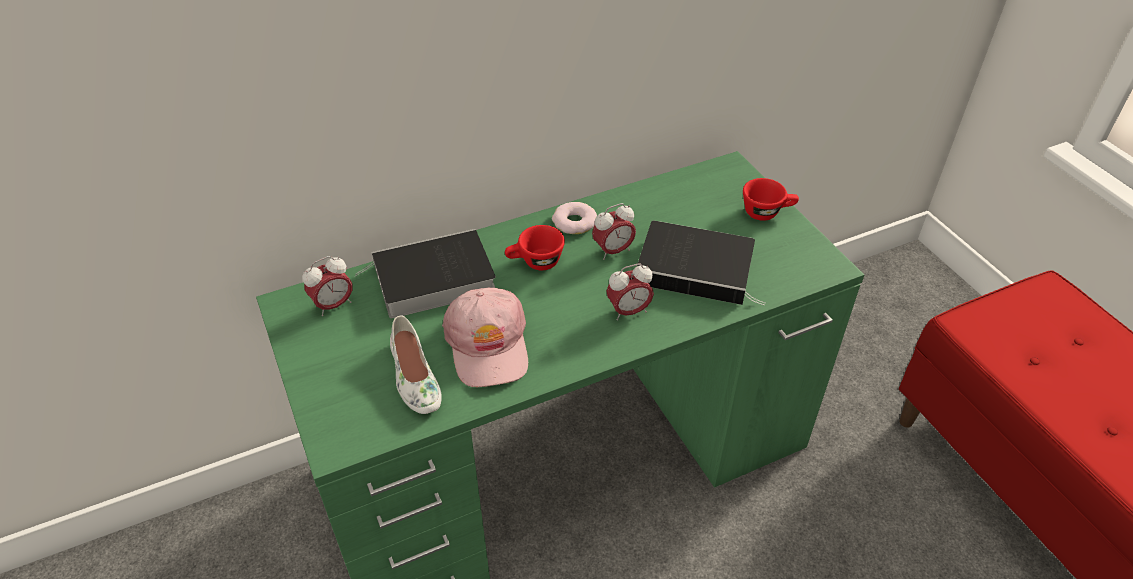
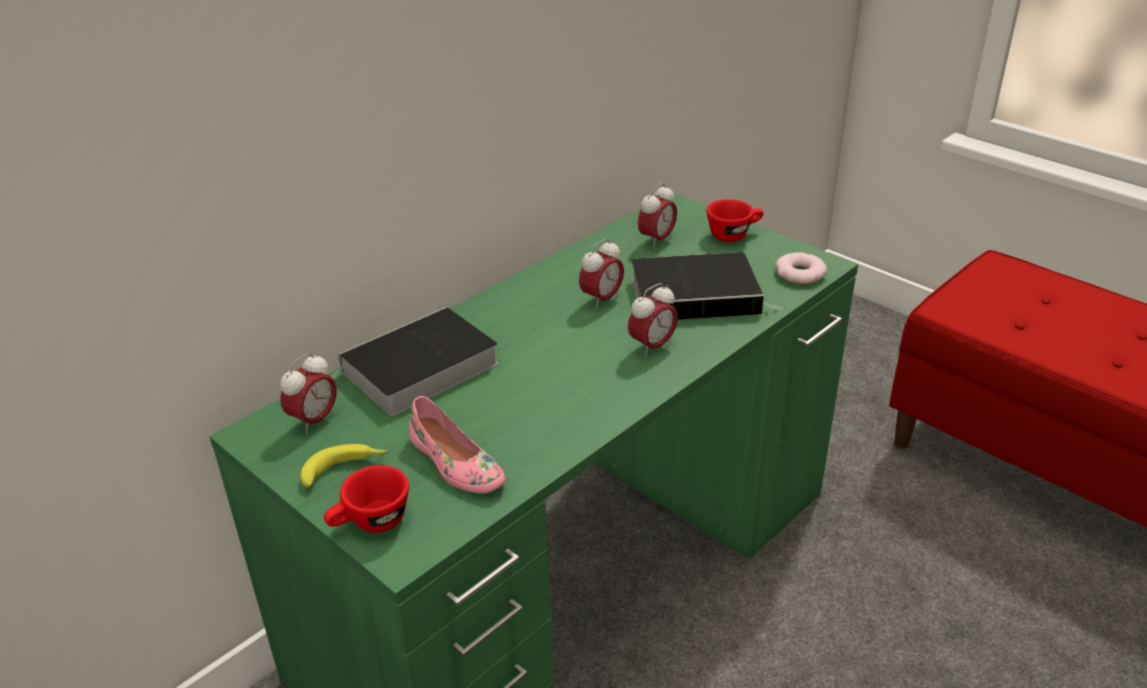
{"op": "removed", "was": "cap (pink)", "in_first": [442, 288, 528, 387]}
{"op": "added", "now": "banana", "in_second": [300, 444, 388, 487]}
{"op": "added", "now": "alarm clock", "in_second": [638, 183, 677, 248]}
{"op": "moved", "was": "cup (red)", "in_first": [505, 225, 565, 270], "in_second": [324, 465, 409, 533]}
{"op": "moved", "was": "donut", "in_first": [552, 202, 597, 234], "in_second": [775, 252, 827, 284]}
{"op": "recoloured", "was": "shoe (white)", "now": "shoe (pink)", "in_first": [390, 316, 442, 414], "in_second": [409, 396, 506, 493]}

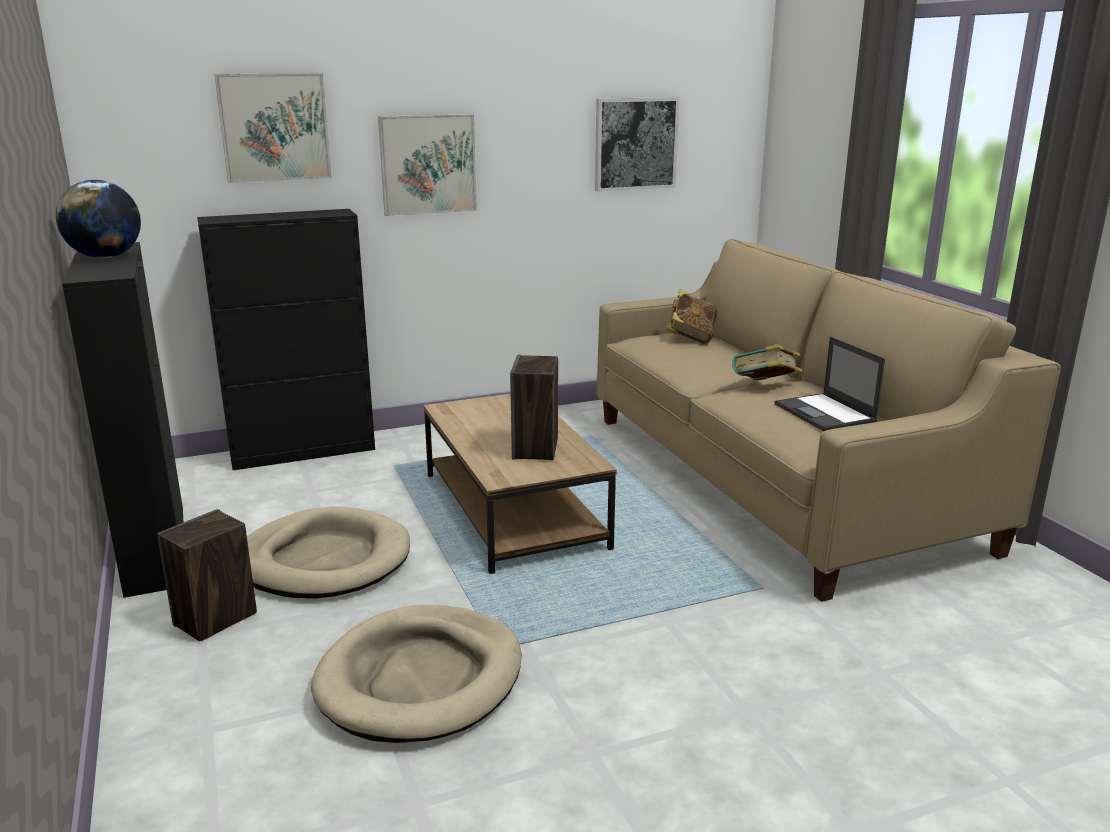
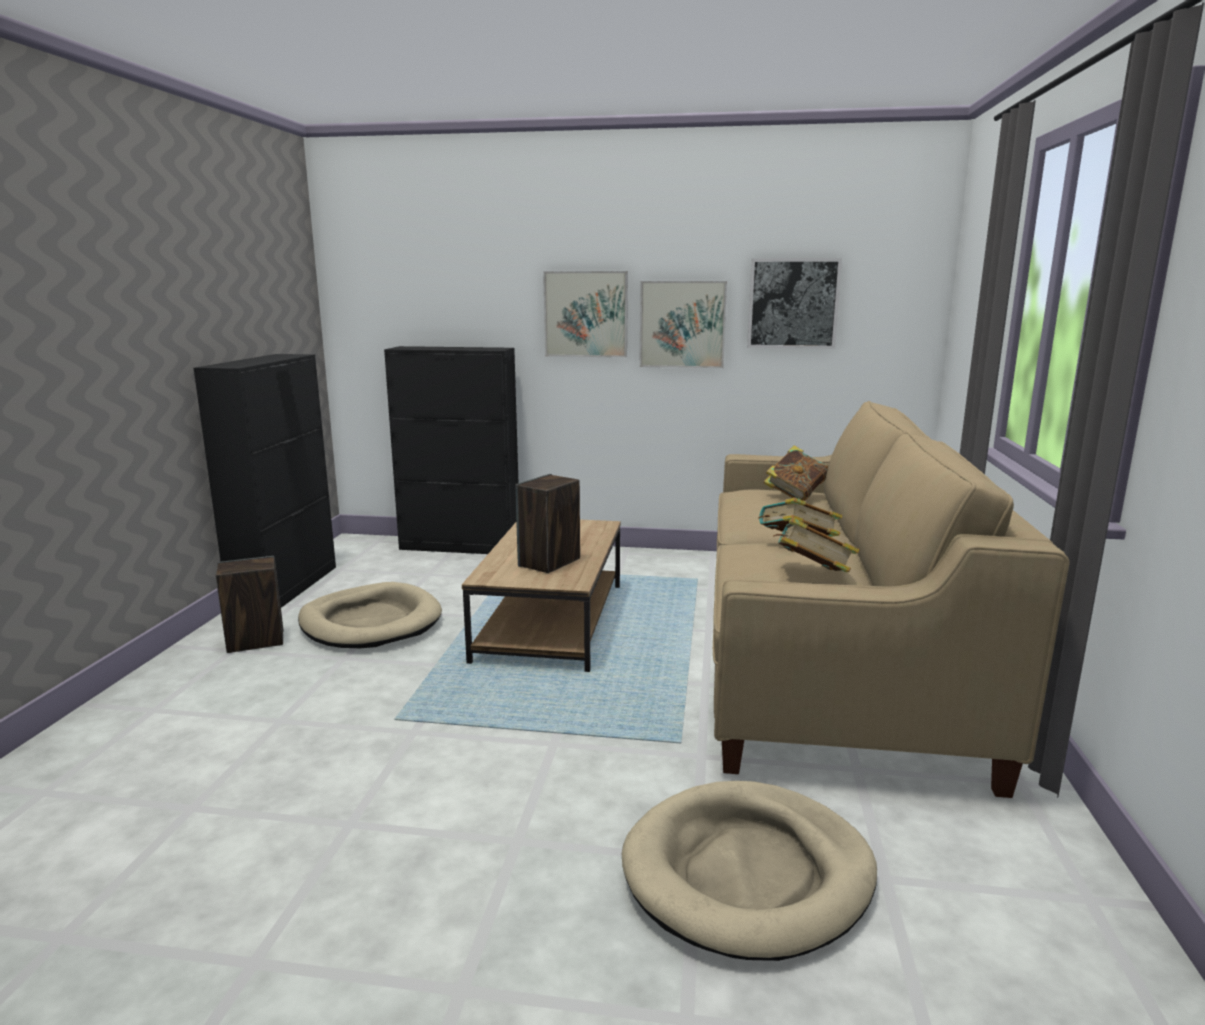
{"op": "removed", "was": "globe", "in_first": [56, 180, 141, 258]}
{"op": "moved", "was": "picture", "in_first": [214, 73, 332, 183], "in_second": [639, 281, 727, 368]}
{"op": "moved", "was": "dog bed (beige)", "in_first": [311, 605, 521, 743], "in_second": [622, 781, 877, 961]}
{"op": "replaced", "was": "laptop", "now": "book", "in_first": [775, 336, 885, 431], "in_second": [773, 518, 860, 572]}

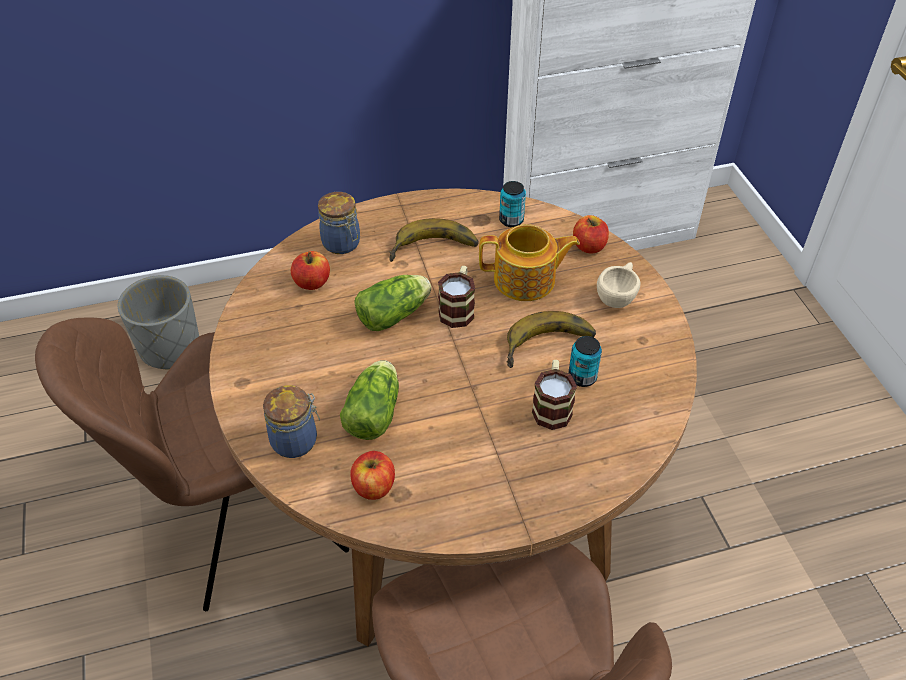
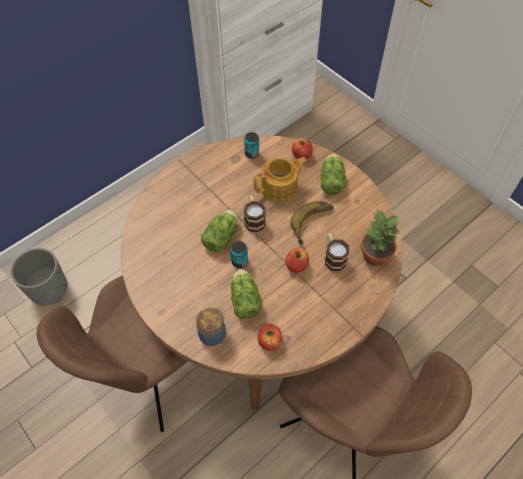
{"op": "removed", "was": "jar", "in_first": [318, 192, 360, 254]}
{"op": "removed", "was": "banana", "in_first": [389, 218, 479, 262]}
{"op": "added", "now": "potted plant", "in_second": [361, 209, 400, 266]}
{"op": "moved", "was": "apple", "in_first": [291, 251, 330, 290], "in_second": [285, 248, 309, 273]}
{"op": "moved", "was": "can", "in_first": [568, 336, 602, 387], "in_second": [230, 241, 248, 268]}
{"op": "replaced", "was": "cup (beige)", "now": "lettuce", "in_first": [597, 262, 641, 308], "in_second": [321, 154, 347, 195]}

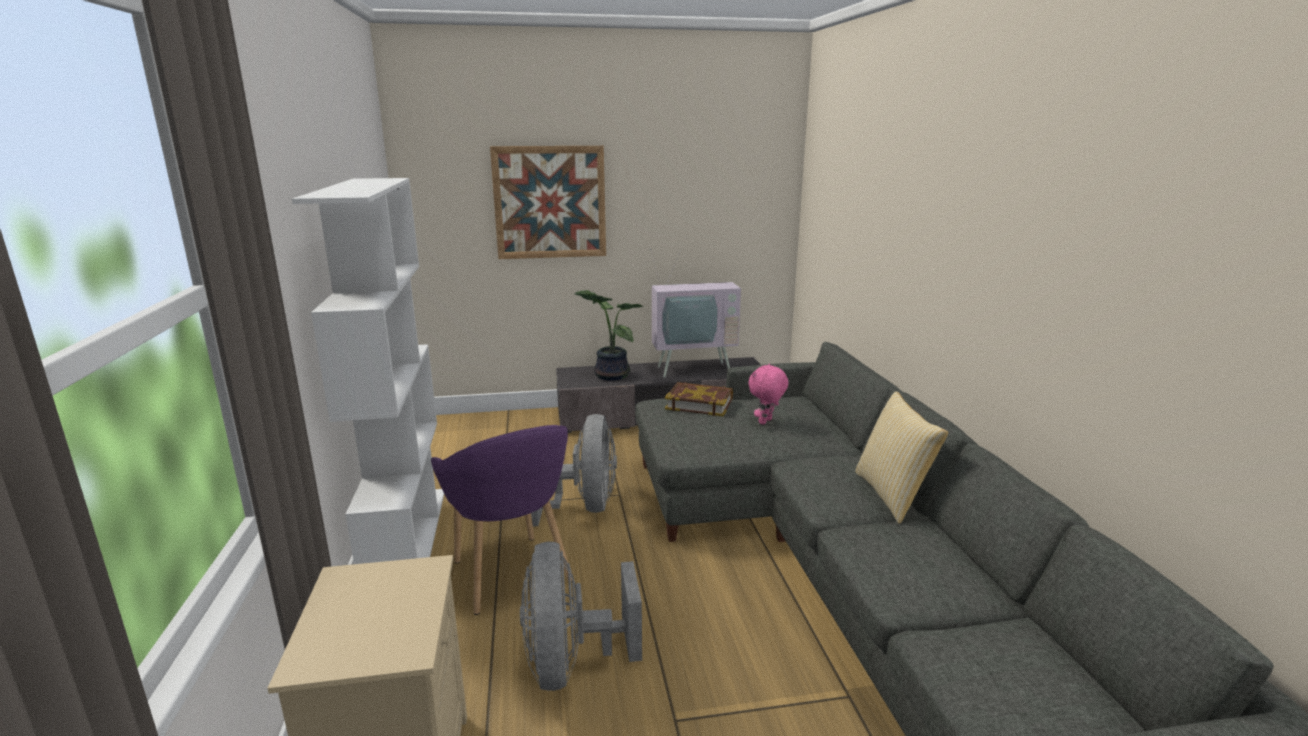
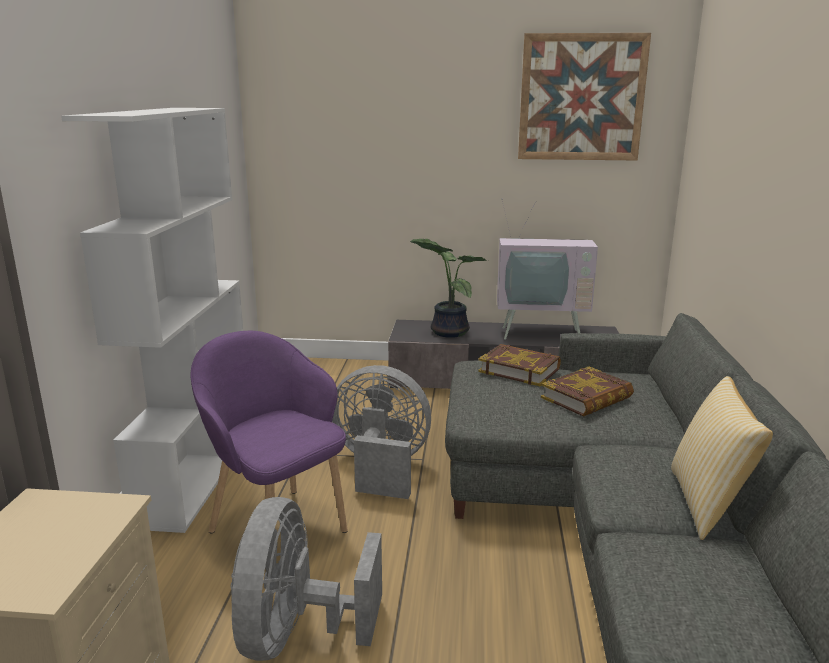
{"op": "moved", "was": "picture", "in_first": [490, 146, 606, 259], "in_second": [518, 33, 651, 161]}
{"op": "replaced", "was": "plush toy (pink)", "now": "book", "in_first": [749, 364, 788, 425], "in_second": [541, 367, 634, 417]}
{"op": "turned", "was": "armchair (purple)", "in_first": [431, 425, 572, 615], "in_second": [190, 331, 348, 533], "clockwise": 150}
{"op": "turned", "was": "fan (grey)", "in_first": [531, 414, 617, 526], "in_second": [332, 365, 431, 499], "clockwise": -90}

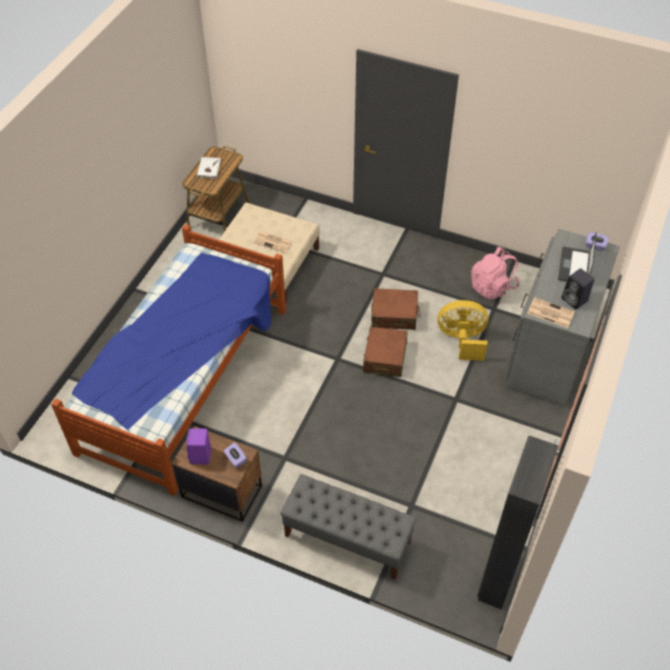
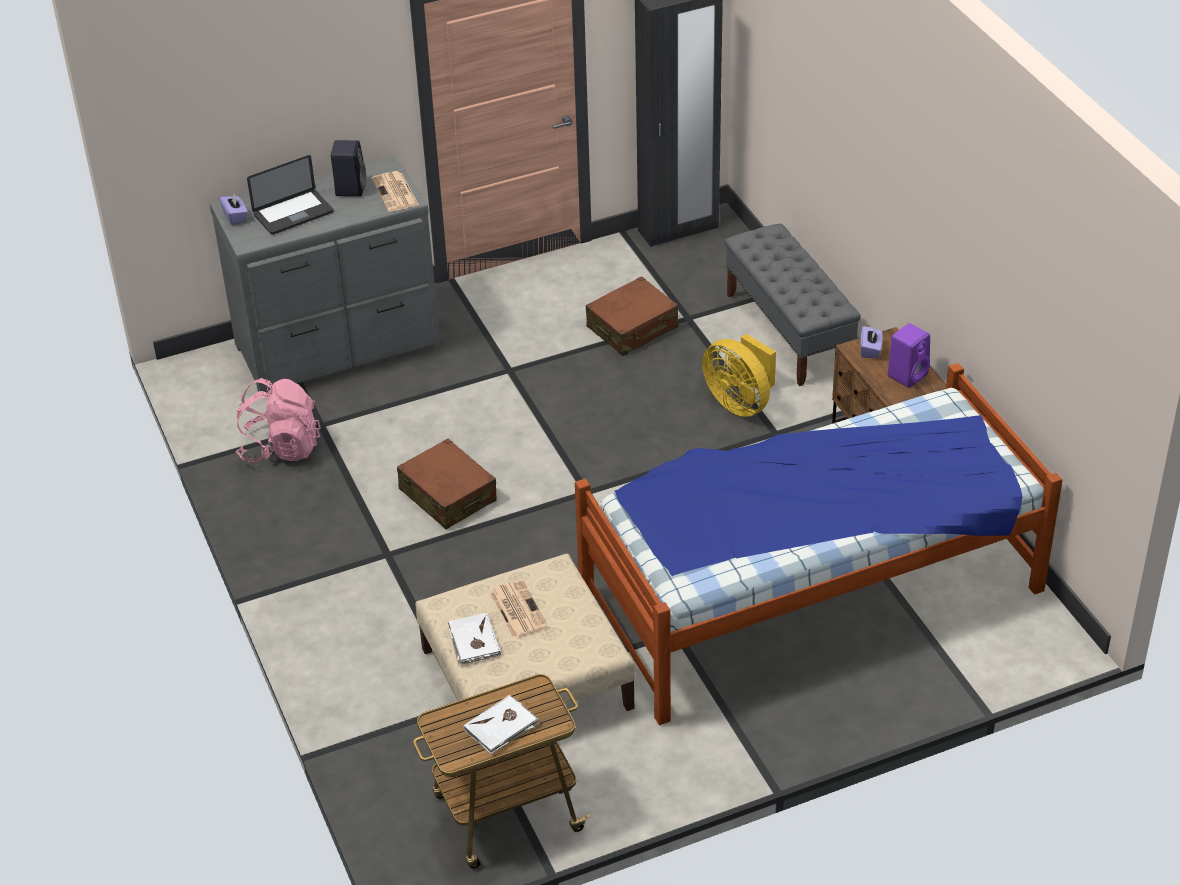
{"op": "added", "now": "book (white)", "in_second": [448, 613, 501, 665]}
{"op": "moved", "was": "suitcase (brown)", "in_first": [363, 327, 408, 377], "in_second": [586, 276, 679, 356]}
{"op": "moved", "was": "fan (yellow)", "in_first": [437, 300, 488, 361], "in_second": [702, 334, 776, 417]}

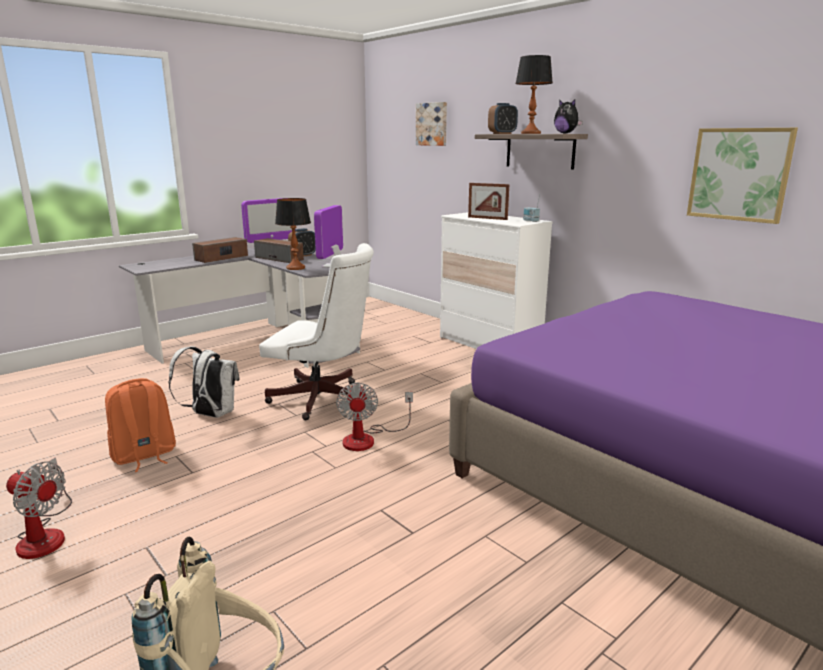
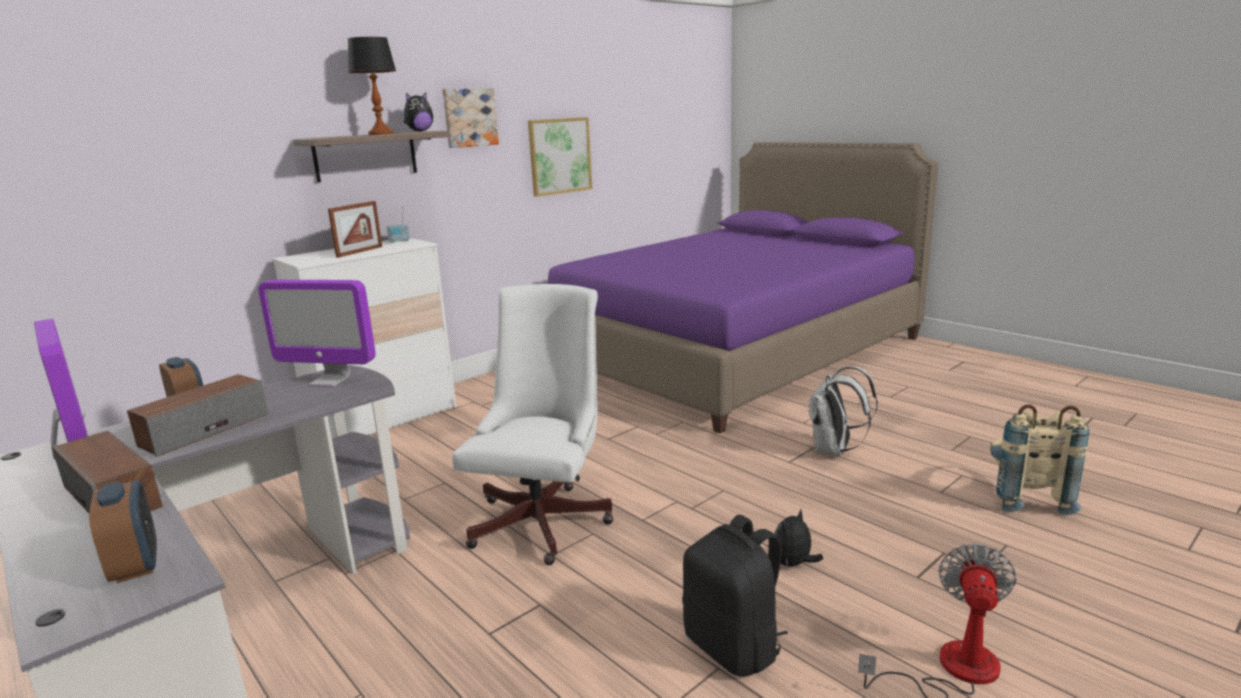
{"op": "removed", "was": "table lamp", "in_first": [275, 198, 311, 270]}
{"op": "removed", "was": "fan", "in_first": [336, 383, 413, 451]}
{"op": "added", "now": "plush toy", "in_second": [774, 509, 823, 568]}
{"op": "moved", "was": "backpack (white)", "in_first": [168, 346, 240, 418], "in_second": [808, 366, 878, 456]}
{"op": "moved", "was": "picture", "in_first": [416, 102, 447, 146], "in_second": [442, 88, 499, 148]}
{"op": "moved", "was": "alarm clock", "in_first": [488, 103, 518, 134], "in_second": [89, 480, 157, 583]}
{"op": "recoloured", "was": "backpack (orange)", "now": "backpack (black)", "in_first": [105, 378, 176, 472], "in_second": [682, 515, 788, 676]}

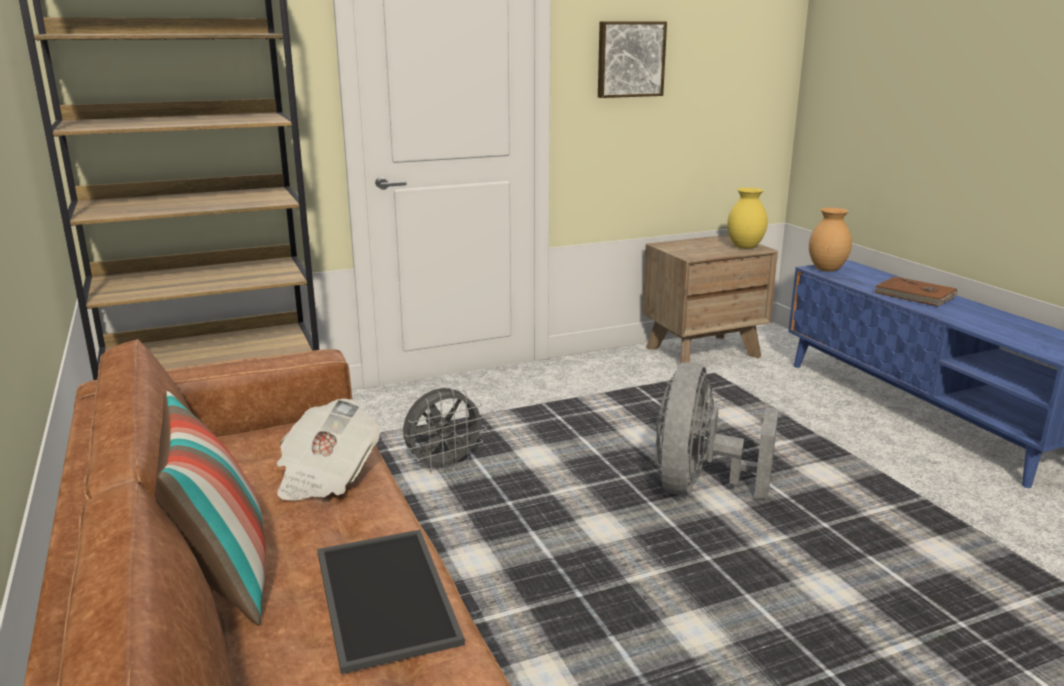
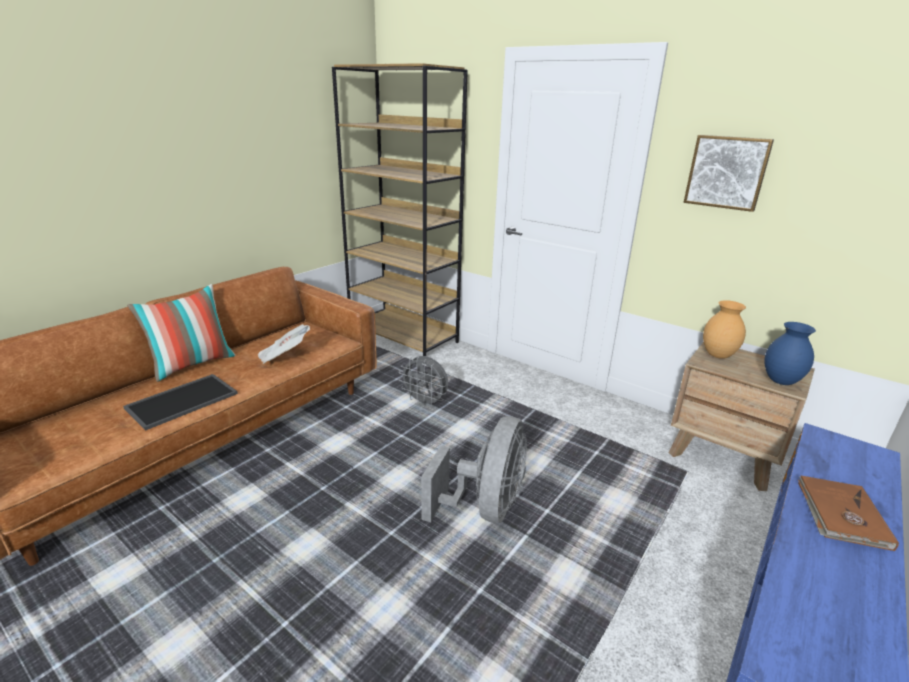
{"op": "moved", "was": "vase (brown)", "in_first": [809, 208, 852, 272], "in_second": [703, 300, 746, 359]}
{"op": "recoloured", "was": "vase (yellow)", "now": "vase (blue)", "in_first": [727, 188, 768, 249], "in_second": [764, 322, 816, 385]}
{"op": "turned", "was": "fan (grey)", "in_first": [656, 362, 779, 499], "in_second": [421, 416, 527, 523], "clockwise": 120}

